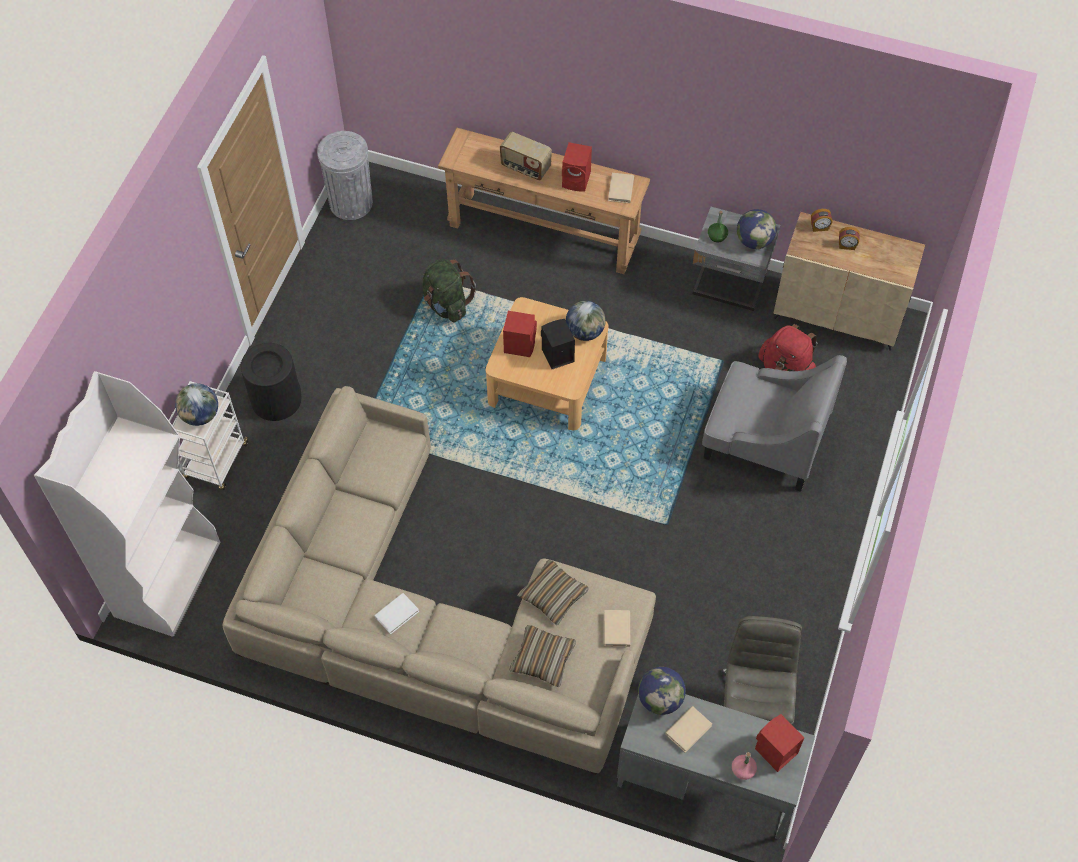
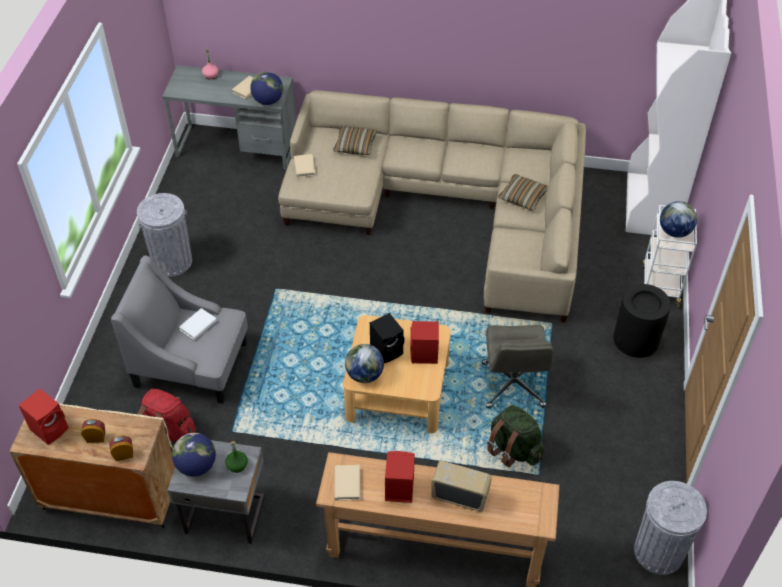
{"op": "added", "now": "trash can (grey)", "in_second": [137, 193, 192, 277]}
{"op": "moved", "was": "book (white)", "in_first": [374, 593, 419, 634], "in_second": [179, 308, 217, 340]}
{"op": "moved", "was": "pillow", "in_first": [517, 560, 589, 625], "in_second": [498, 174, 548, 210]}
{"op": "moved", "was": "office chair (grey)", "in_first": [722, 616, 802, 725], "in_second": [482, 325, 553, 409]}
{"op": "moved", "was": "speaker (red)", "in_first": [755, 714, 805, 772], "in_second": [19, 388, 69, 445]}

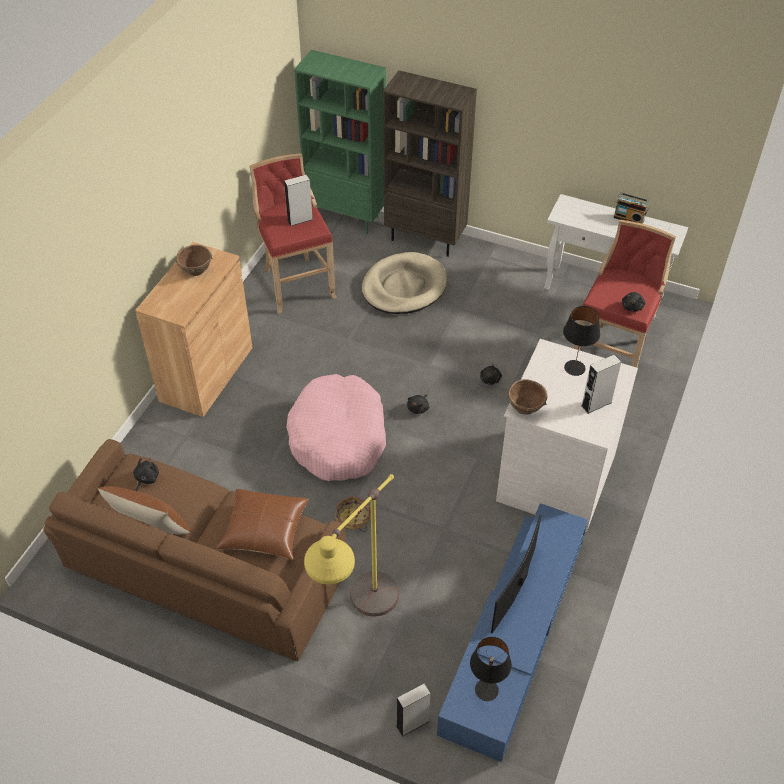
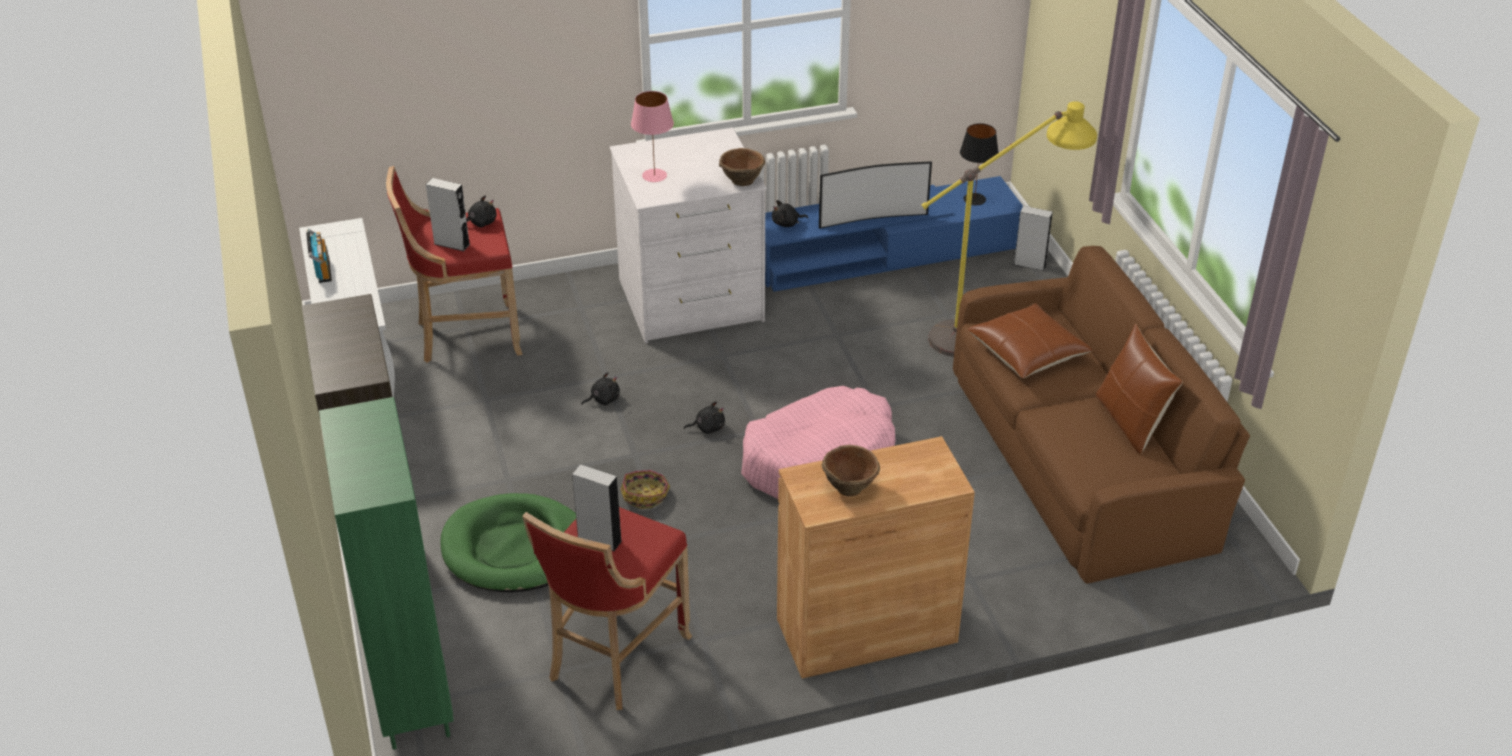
{"op": "moved", "was": "plush toy (black)", "in_first": [133, 457, 159, 491], "in_second": [772, 200, 808, 227]}
{"op": "moved", "was": "basket", "in_first": [335, 496, 371, 532], "in_second": [620, 470, 670, 509]}
{"op": "moved", "was": "speaker (grey)", "in_first": [582, 355, 621, 414], "in_second": [426, 178, 470, 251]}
{"op": "recoloured", "was": "dog bed (beige)", "now": "dog bed (green)", "in_first": [362, 252, 447, 314], "in_second": [440, 493, 576, 592]}
{"op": "recoloured", "was": "table lamp (black)", "now": "table lamp (pink)", "in_first": [563, 306, 600, 376], "in_second": [631, 91, 674, 182]}

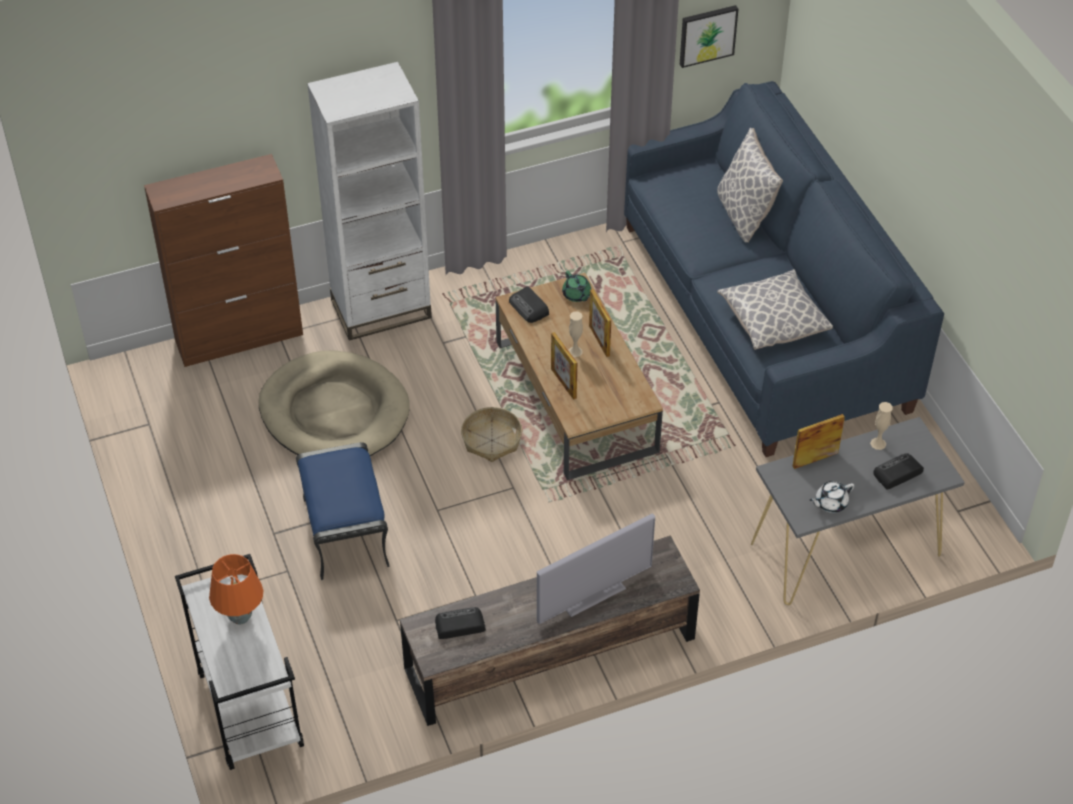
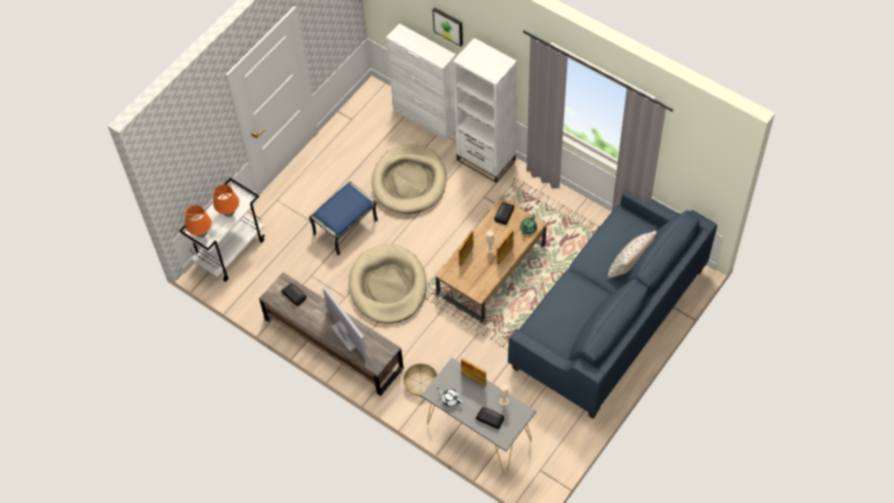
{"op": "removed", "was": "pillow", "in_first": [717, 269, 833, 350]}
{"op": "added", "now": "table lamp (orange)", "in_second": [185, 205, 212, 238]}
{"op": "added", "now": "dog bed (beige)", "in_second": [348, 244, 427, 324]}
{"op": "moved", "was": "basket", "in_first": [461, 407, 522, 462], "in_second": [403, 363, 438, 398]}
{"op": "moved", "was": "picture", "in_first": [680, 5, 738, 68], "in_second": [433, 8, 463, 47]}
{"op": "recoloured", "was": "cabinet (brown)", "now": "cabinet (white)", "in_first": [144, 154, 303, 367], "in_second": [386, 23, 456, 141]}
{"op": "turned", "was": "television", "in_first": [537, 513, 655, 624], "in_second": [323, 286, 367, 358], "clockwise": -150}

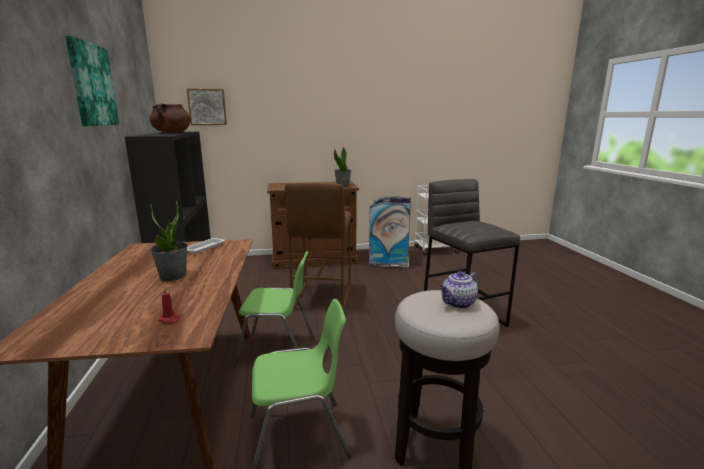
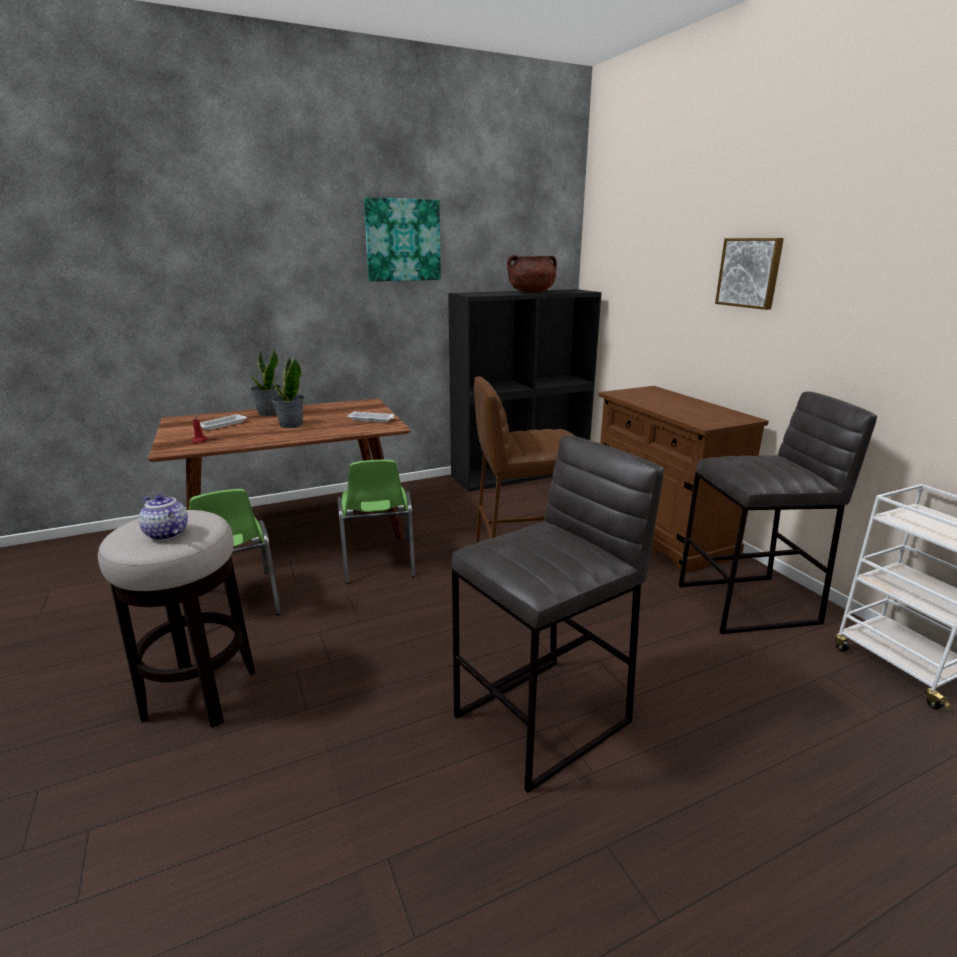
{"op": "added", "now": "tray (white)", "in_second": [200, 414, 247, 430]}
{"op": "moved", "was": "picture", "in_first": [187, 89, 227, 125], "in_second": [715, 238, 784, 310]}
{"op": "moved", "was": "potted plant", "in_first": [334, 147, 352, 187], "in_second": [250, 349, 281, 416]}
{"op": "replaced", "was": "trash can", "now": "stool (grey)", "in_first": [369, 197, 411, 268], "in_second": [679, 391, 877, 634]}

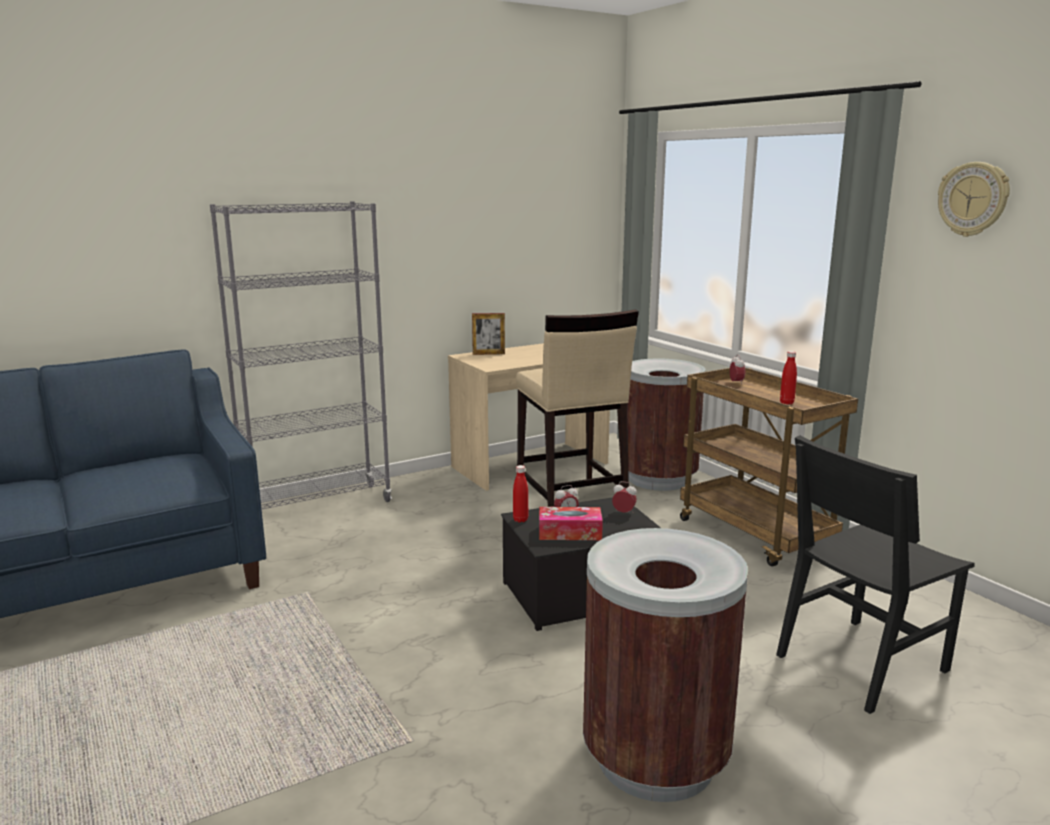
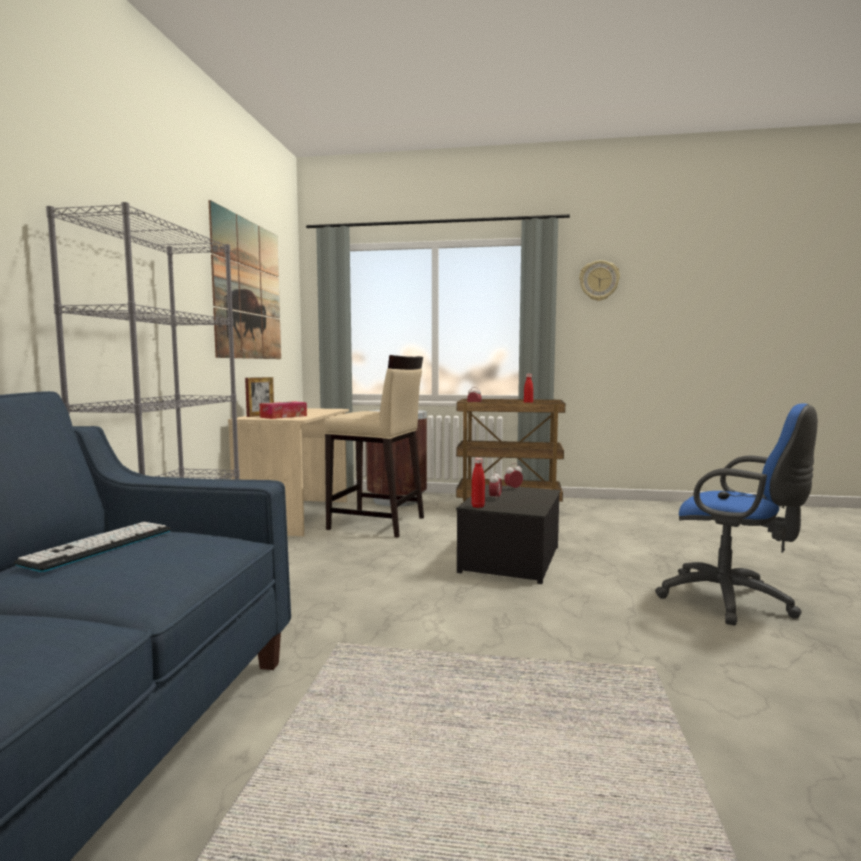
{"op": "removed", "was": "chair (black)", "in_first": [776, 436, 974, 714]}
{"op": "added", "now": "keyboard", "in_second": [14, 522, 171, 572]}
{"op": "added", "now": "picture", "in_second": [209, 200, 281, 359]}
{"op": "moved", "was": "tissue box", "in_first": [539, 507, 603, 540], "in_second": [259, 401, 307, 419]}
{"op": "replaced", "was": "trash can (brown)", "now": "office chair (blue)", "in_first": [583, 528, 748, 802], "in_second": [655, 403, 818, 625]}

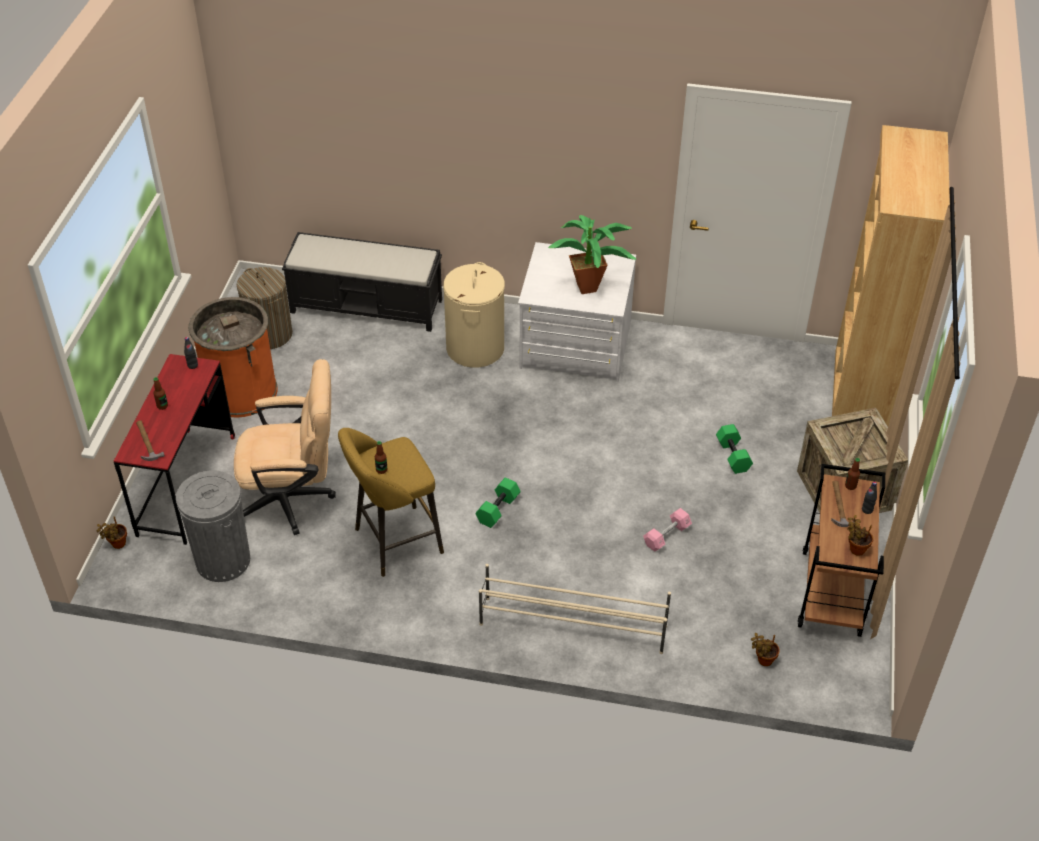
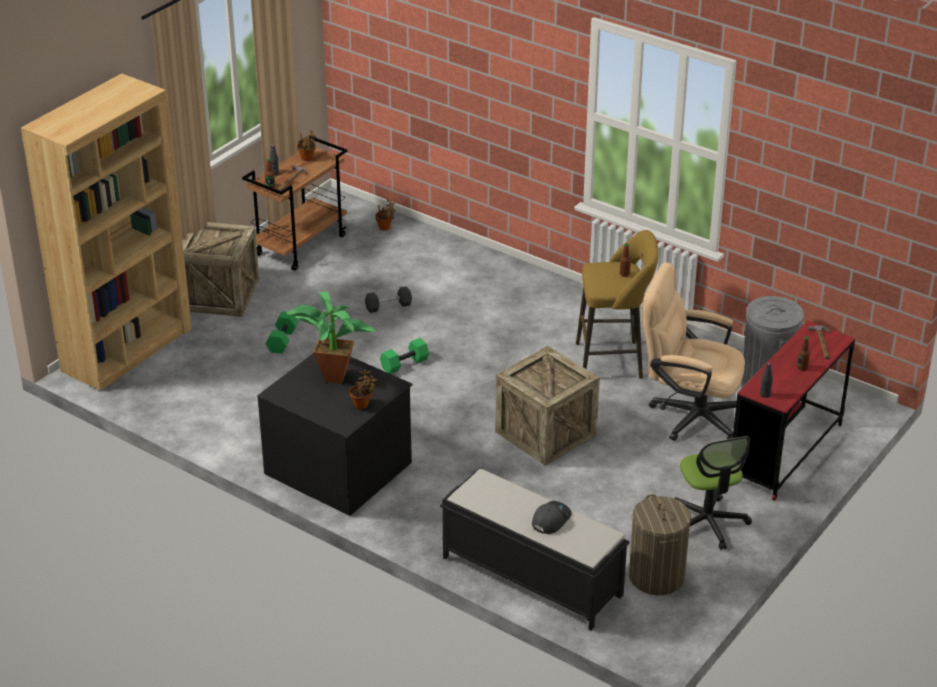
{"op": "removed", "was": "laundry basket (beige)", "in_first": [443, 262, 505, 368]}
{"op": "removed", "was": "shoe rack (beige)", "in_first": [479, 564, 671, 654]}
{"op": "added", "now": "crate", "in_second": [495, 346, 600, 466]}
{"op": "added", "now": "cap (grey)", "in_second": [532, 501, 571, 534]}
{"op": "moved", "was": "potted plant", "in_first": [97, 516, 127, 549], "in_second": [349, 369, 377, 409]}
{"op": "moved", "was": "dumbbell (green)", "in_first": [475, 478, 521, 528], "in_second": [380, 338, 429, 374]}
{"op": "replaced", "was": "trash can (orange)", "now": "office chair", "in_first": [189, 297, 277, 417], "in_second": [674, 436, 752, 550]}
{"op": "recoloured", "was": "dresser (white)", "now": "dresser (black)", "in_first": [518, 242, 636, 382], "in_second": [257, 353, 413, 516]}
{"op": "recoloured", "was": "dumbbell (pink)", "now": "dumbbell (black)", "in_first": [643, 508, 692, 551], "in_second": [365, 286, 412, 313]}

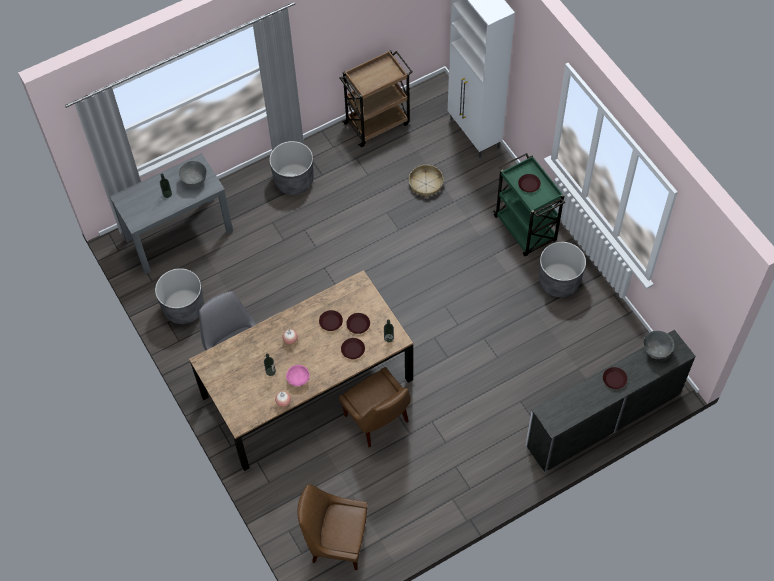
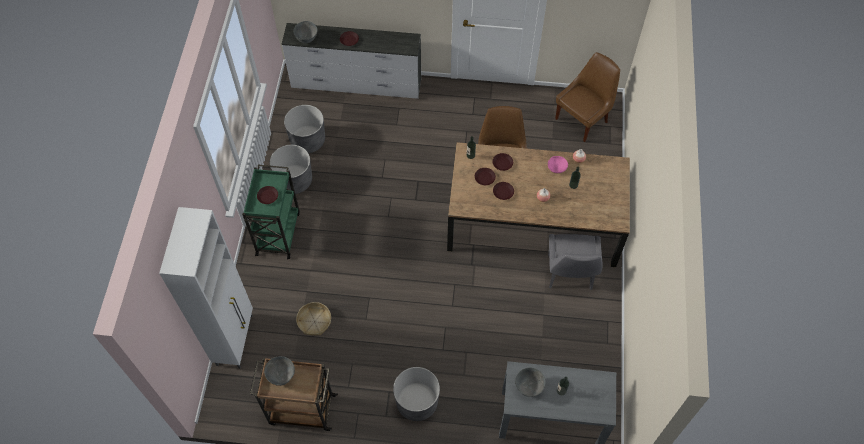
{"op": "added", "now": "bowl (grey)", "in_second": [264, 356, 295, 386]}
{"op": "moved", "was": "planter (grey)", "in_first": [155, 268, 204, 324], "in_second": [284, 105, 325, 153]}
{"op": "turned", "was": "chair (brown)", "in_first": [297, 484, 367, 570], "in_second": [555, 52, 620, 142], "clockwise": -90}

